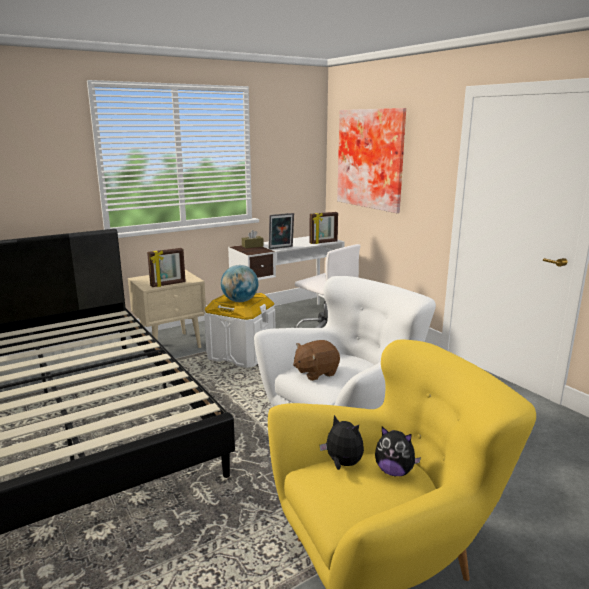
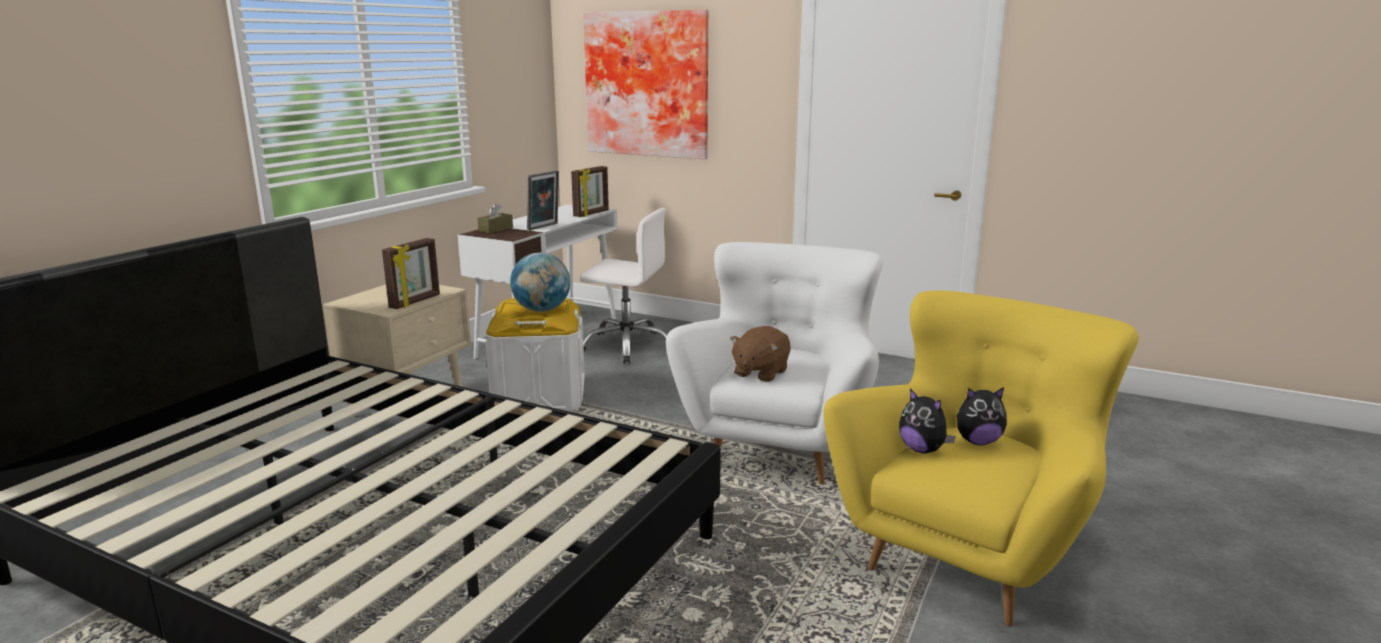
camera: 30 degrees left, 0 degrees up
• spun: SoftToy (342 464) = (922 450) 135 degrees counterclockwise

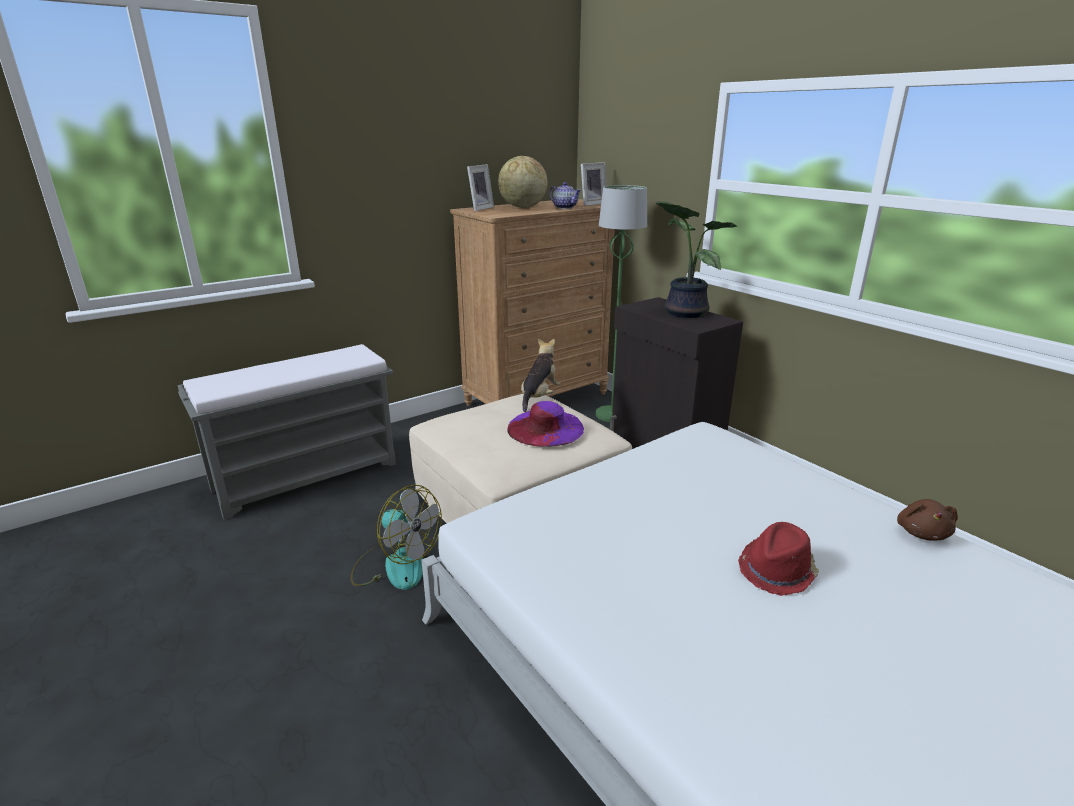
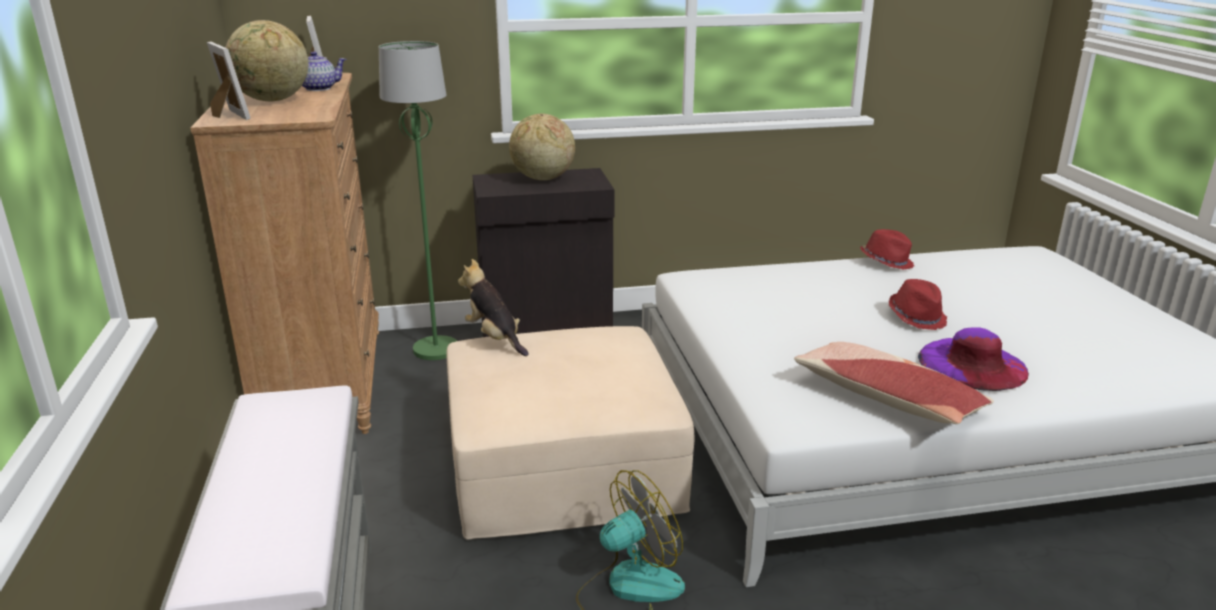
camera: 65 degrees left, 0 degrees up
• exchanged: Houseplant (683 312) to DeskGlobe (542 179)
• appeared: Cushion (886 398)
• exchanged: BrownSoftToy (921 532) to ReddishWearableHat (886 262)
• relocated: PurpleColouredWearableHat (545 428) to (972 364)

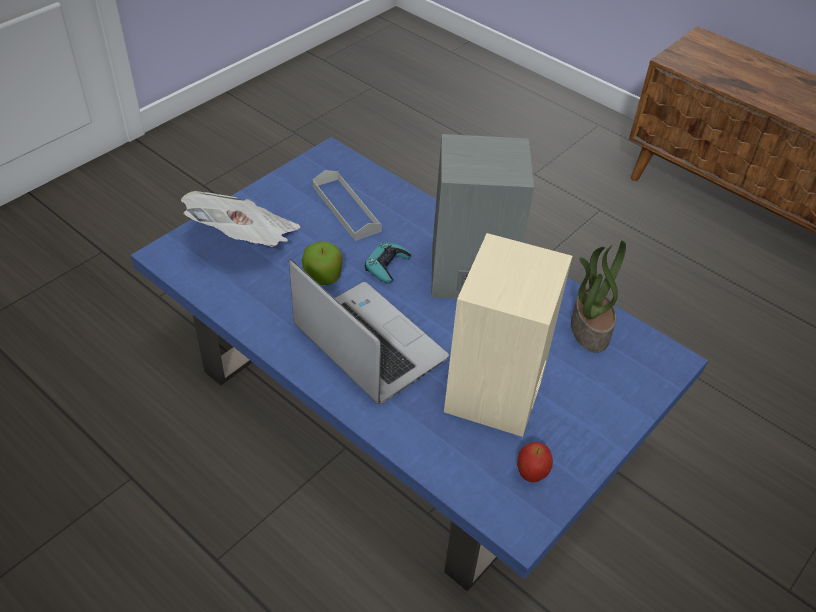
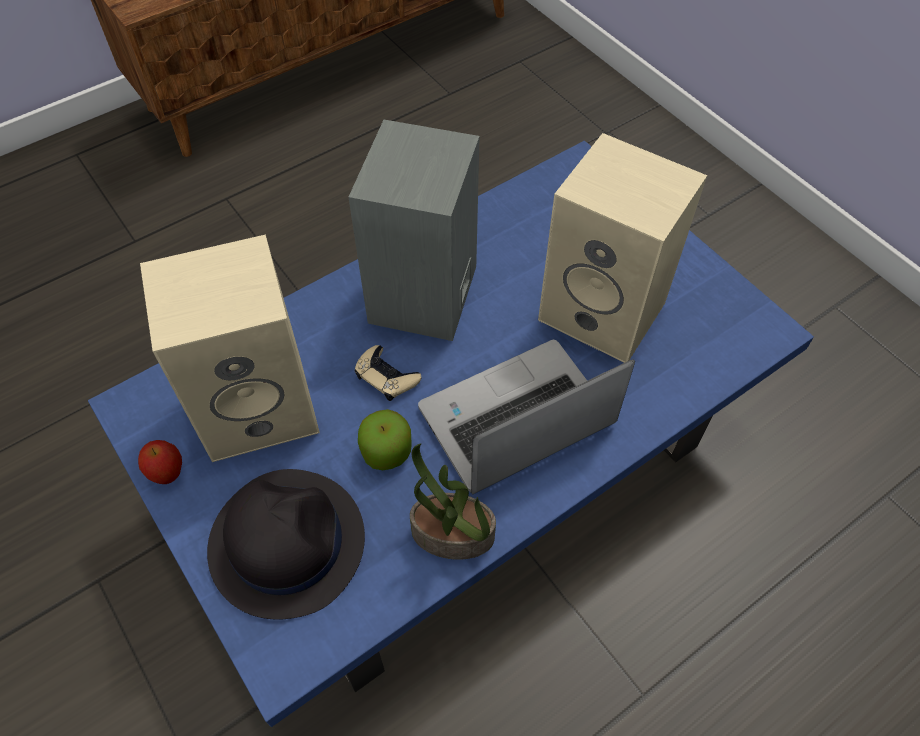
camera: 75 degrees left, 10 degrees up
• relocated: Apple (531 475) to (168 474)
• exchanged: GreyishTray (346 208) to SandColouredLoudspeaker (260 404)
• exchanged: PrintedPaper (246 240) to BlackishWearableHat (286 542)
• colour: TurquoiseGameController (386 266) to SandColouredGameController (386 377)
• relocated: Houseplant (589 329) to (451 535)

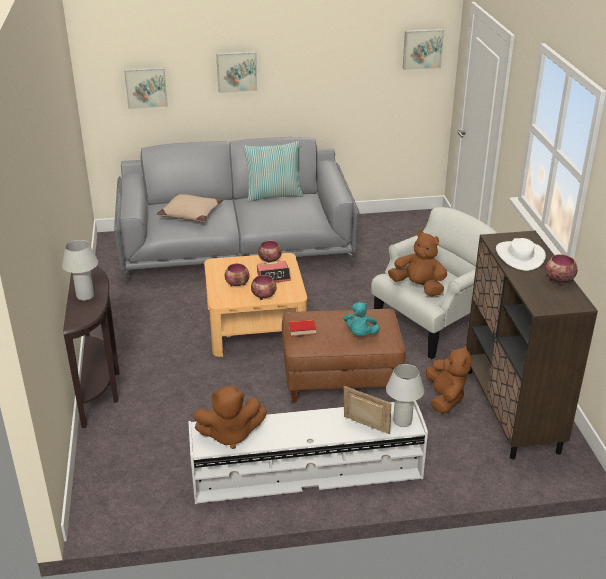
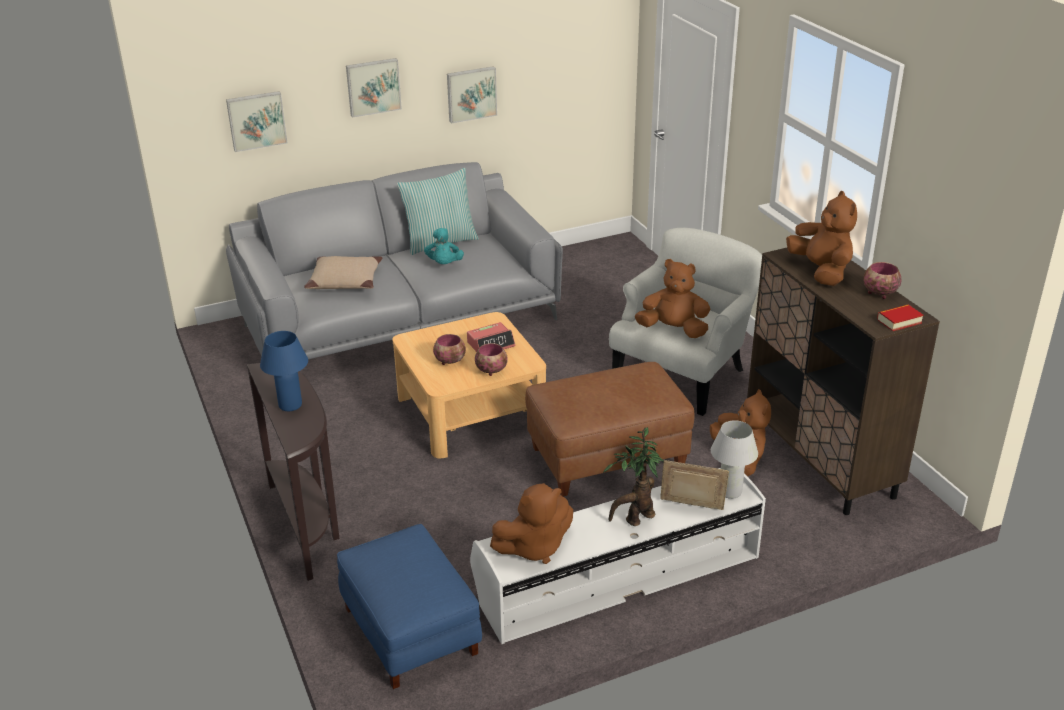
camera: 15 degrees left, 0 degrees up
• colour: WhiteColouredTabletopLamp (85 296) to BlueColouredTabletopLamp (290 405)
• appeared: BlueColouredPouffe (411 630)
• relocated: TurquoiseSoftToy (360 334) to (444 264)
• relocated: Picture (422 48) to (471 93)
• appeared: Houseplant (635 518)
• exchanged: WhiteColouredWearableHat (519 256) to BrownSoftToy (821 271)
• relocated: Volume (302 330) to (899 321)
• missing: DeepDish (270 260)

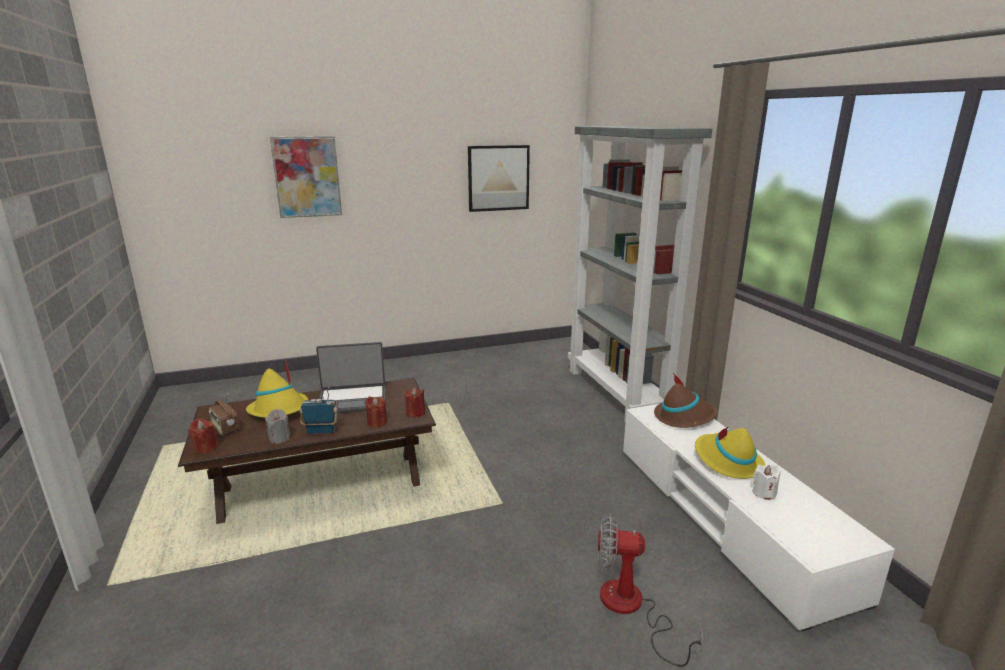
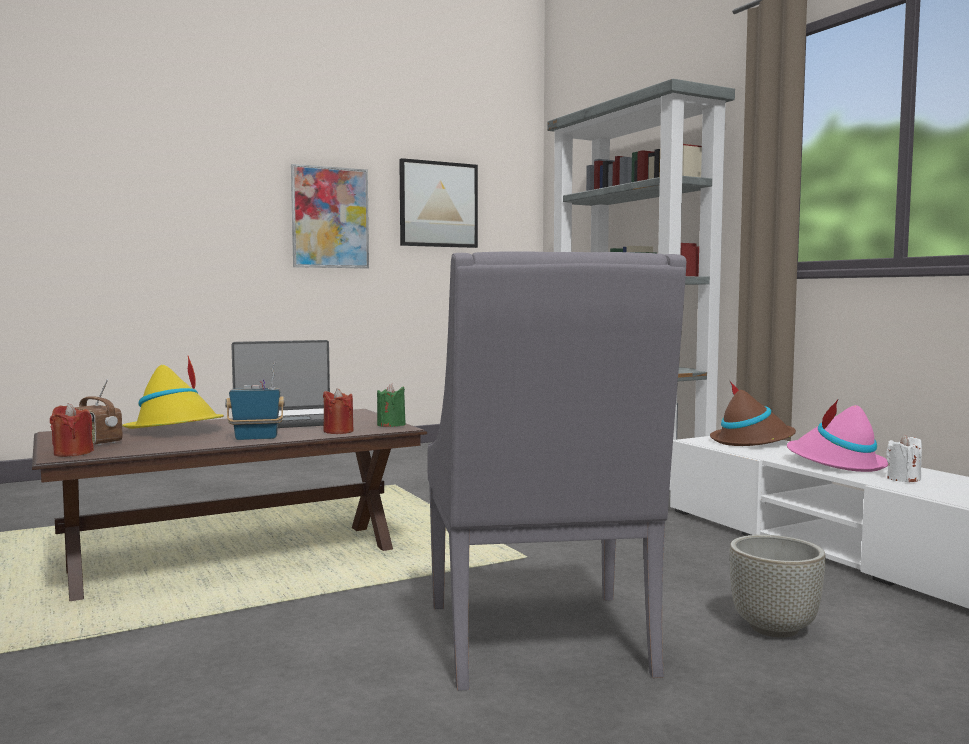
camera: 10 degrees left, 15 degrees down
• relocated: Picture (307 177) to (330 217)
• colour: ReddishWaxCandle (415 413) to GreenWaxCandle (391 425)
• appeared: GreyishArmchair (542 642)
• exchanged: ElectricFan (631 609) to GreyishFlowerPot (775 628)
• colour: YellowWearableHat (727 461) to PinkColouredWearableHat (835 463)
• missing: GreyishWaxCandle (279 438)

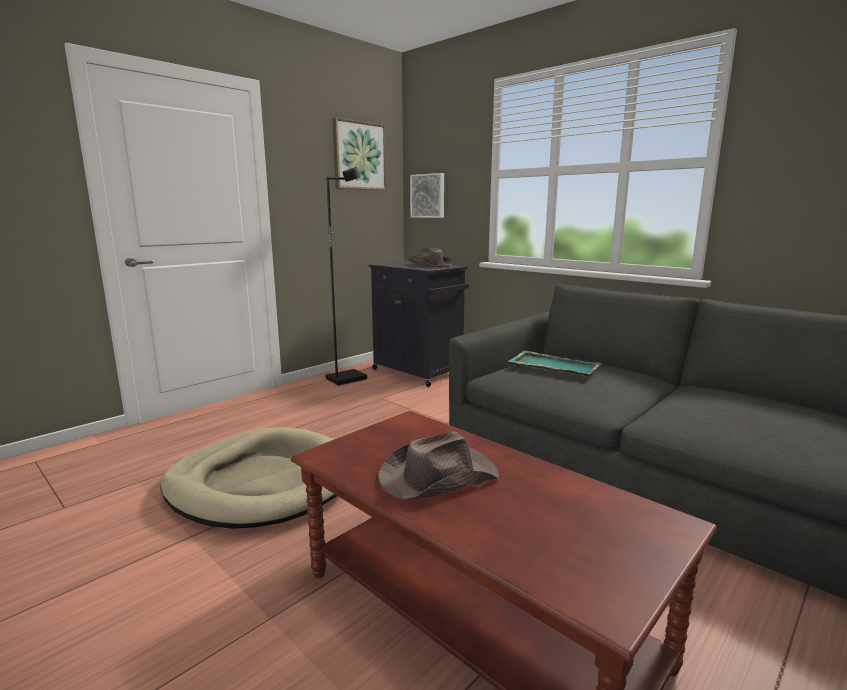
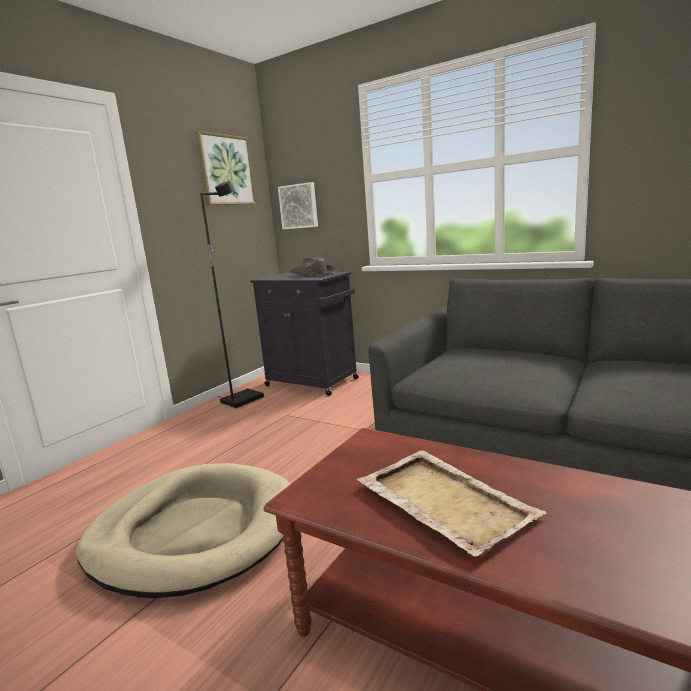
camera: 10 degrees left, 0 degrees up
• exchanged: BrownWearableHat (437 476) to SandColouredTray (443 501)
• missing: TurquoiseTray (553 366)

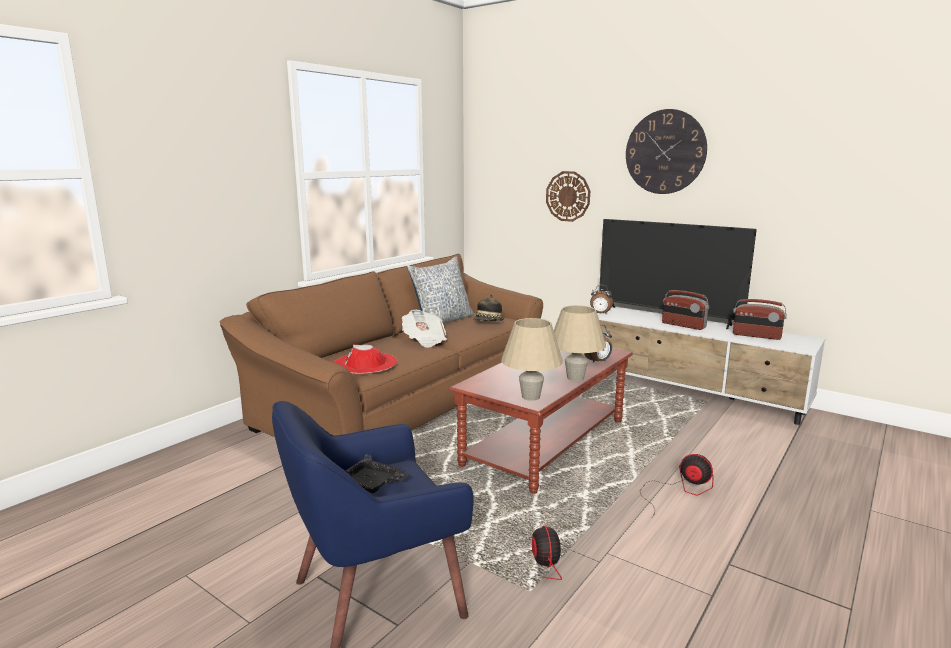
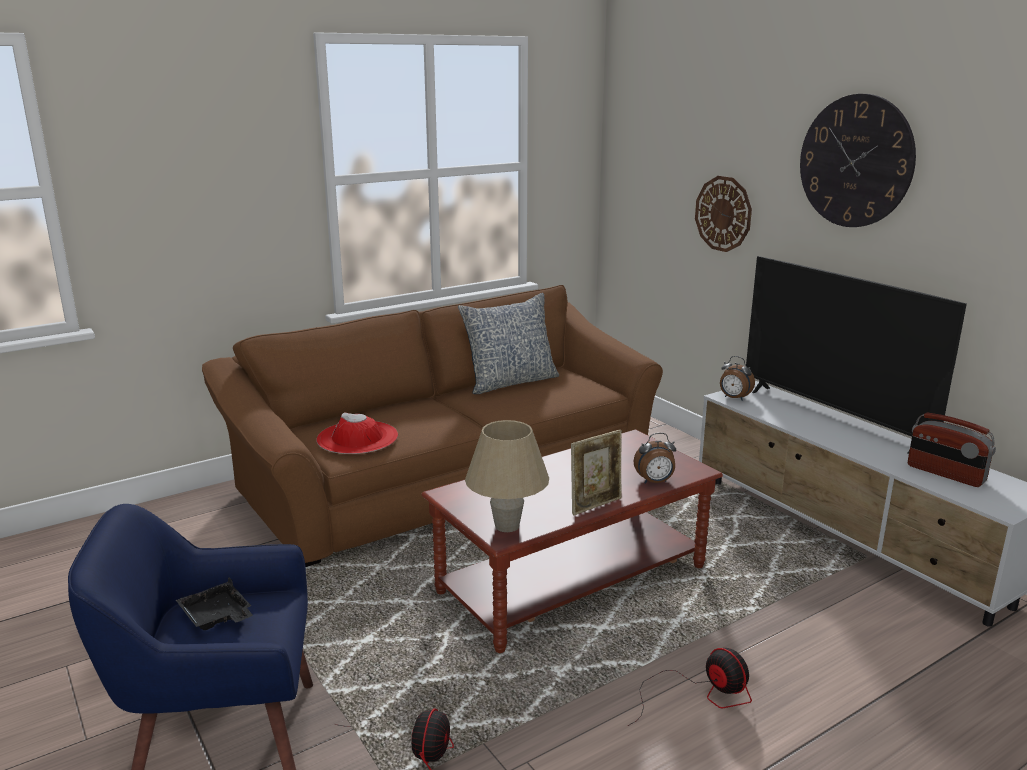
camera: 20 degrees right, 5 degrees up
• exchanged: SandColouredTabletopLamp (575 378) to StandingFrame (595 505)
• missing: PrintedPaper (424 340)
• missing: WearableHat (488 322)
• missing: Radio (683 325)

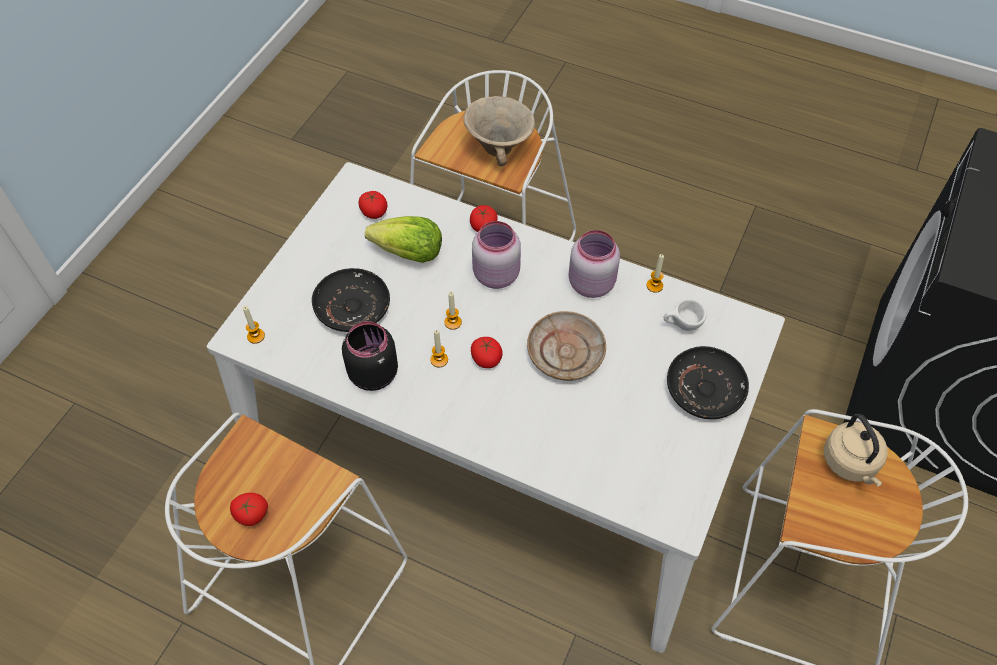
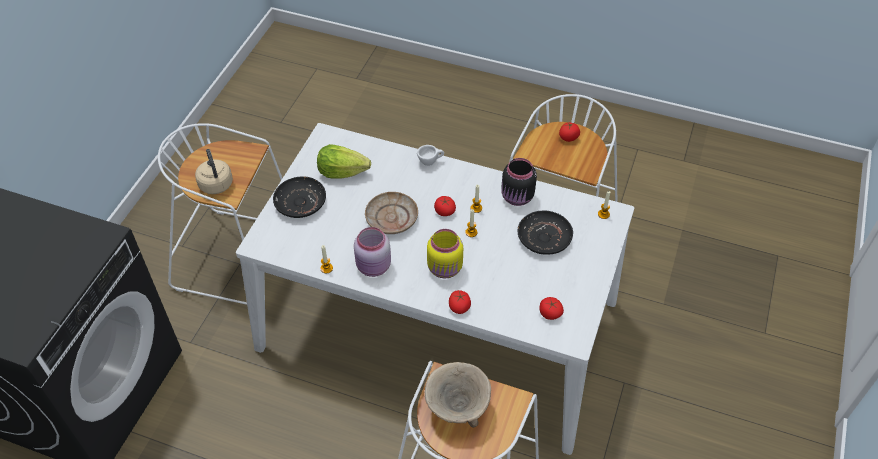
camera: 175 degrees right, 5 degrees down
• relocated: HeadOfLettuce (409 253) to (342 172)
• relocated: WhiteColouredSmallCup (681 326) to (430 162)
• colour: PinkColouredPreserveJar (495 274) to YellowPreserveJar (445 269)

